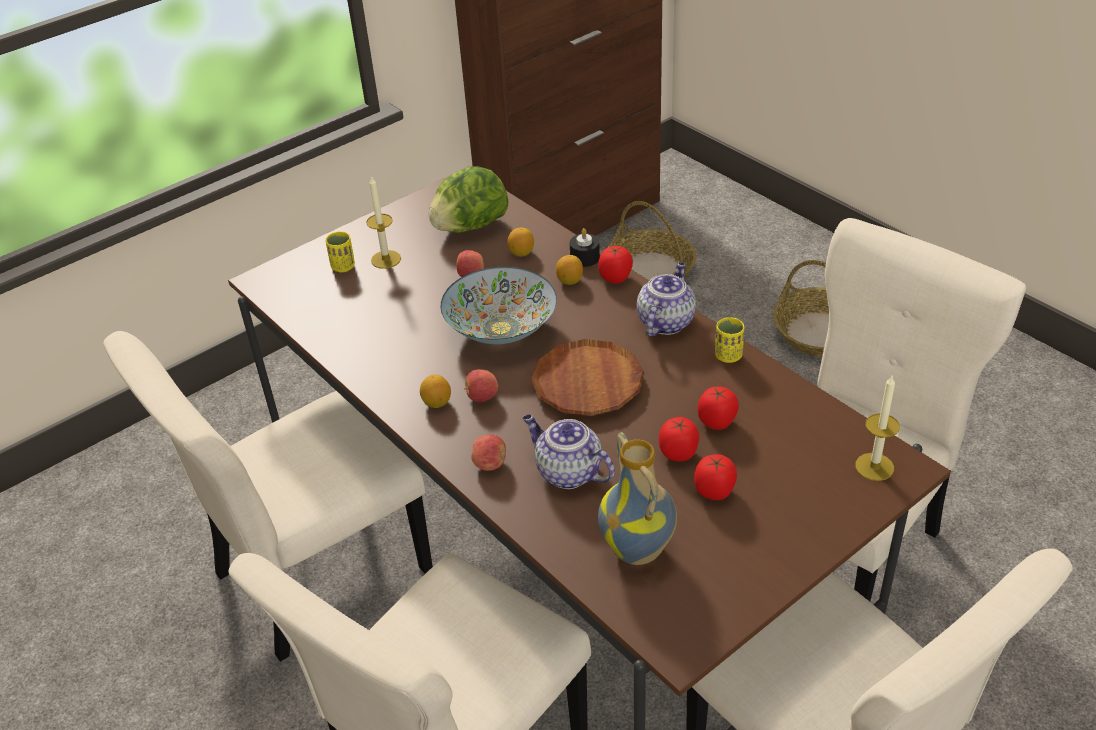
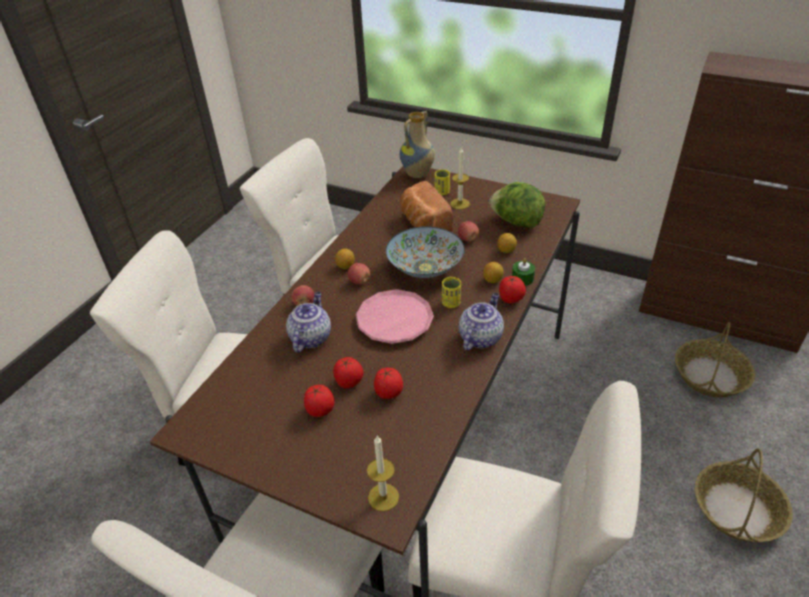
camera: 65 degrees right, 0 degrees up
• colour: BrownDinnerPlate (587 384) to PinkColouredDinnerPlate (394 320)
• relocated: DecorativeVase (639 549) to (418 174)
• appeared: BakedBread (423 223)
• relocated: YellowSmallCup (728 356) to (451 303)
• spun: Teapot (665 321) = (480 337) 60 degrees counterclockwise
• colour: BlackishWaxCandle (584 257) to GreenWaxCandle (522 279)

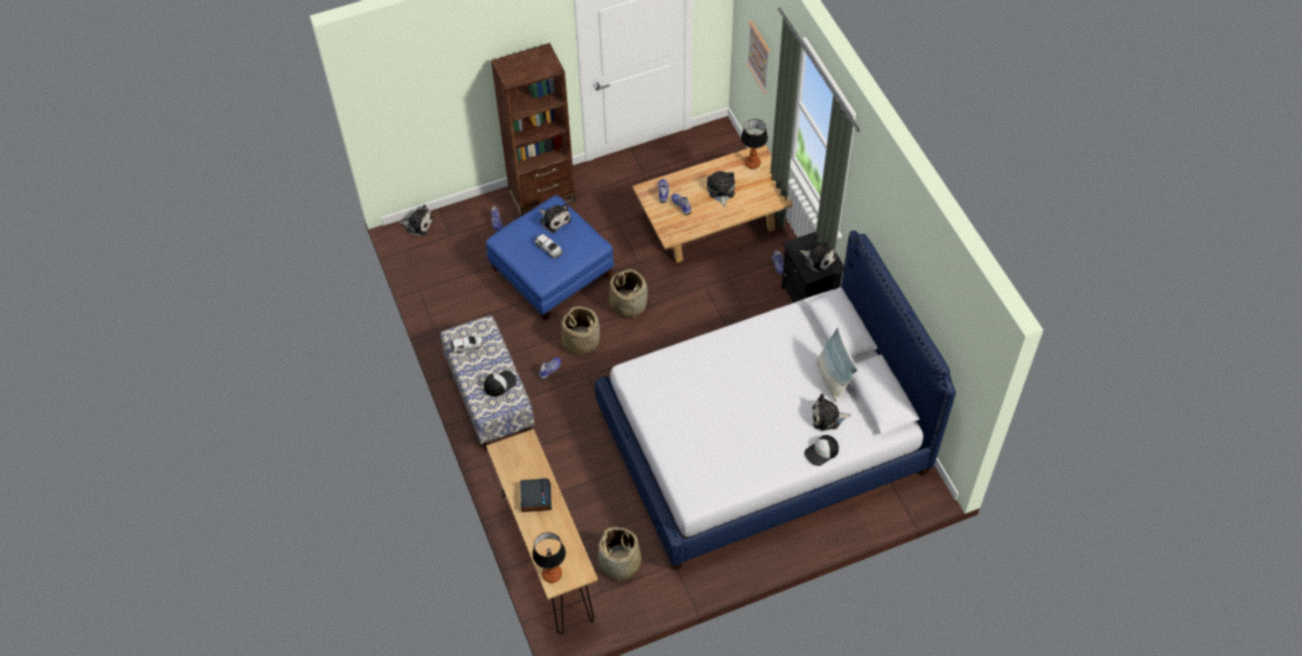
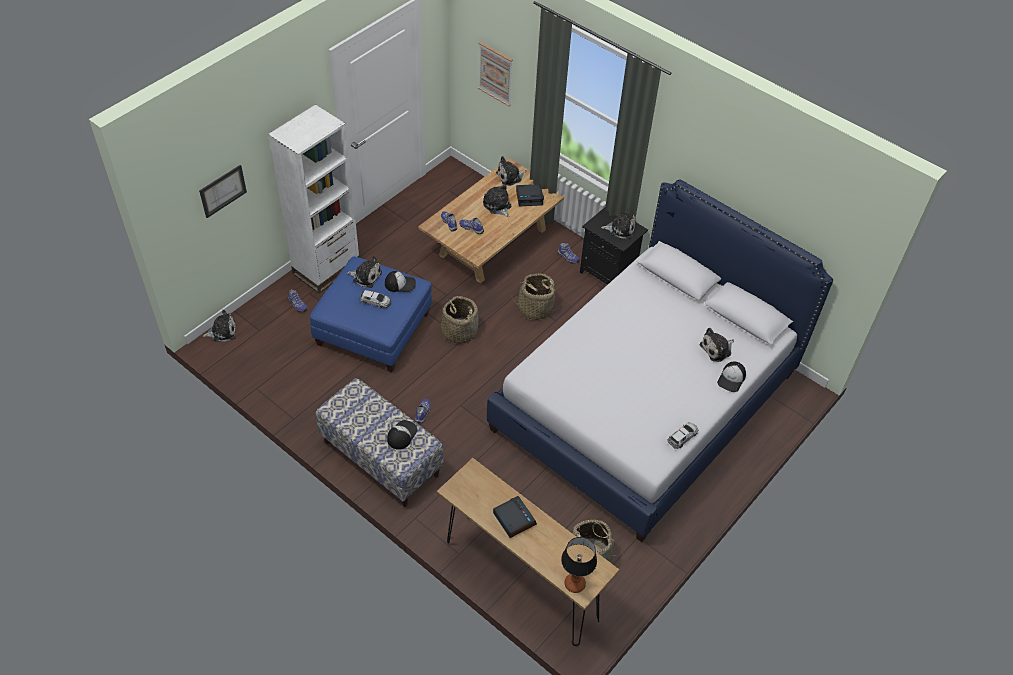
camera: 30 degrees left, 5 degrees down
• appeared: Picture (223 191)
• colour: BrownBookcase (542 195) to WhiteColouredBookcase (326 268)
• appeared: BaseballCap (400 284)
• exchanged: TabletopLamp (753 163) to SoftToy (510 176)
• relocated: StorageBasket (580 341) to (535 308)
• appeared: BedsideClock (529 197)
• relocated: MiniatureCar (467 346) to (682 437)
• missing: Cushion (832 378)

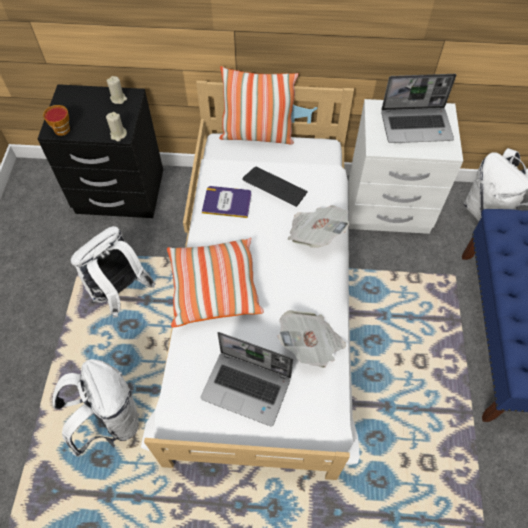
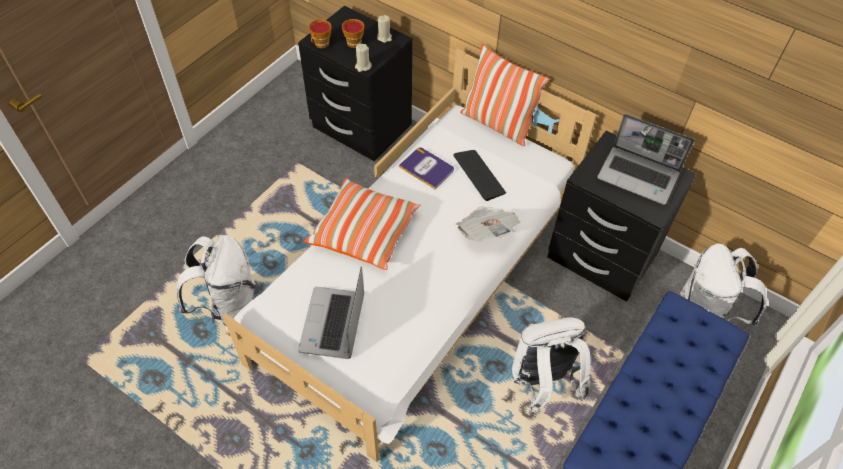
camera: 30 degrees right, 5 degrees down
• spun: NotebookComputer (247 388) = (333 324) 45 degrees clockwise
• appeared: SmallCup (355 42)
• relocated: WhiteColouredBackpack (120 292) to (542 383)
• colour: WhiteColouredNightstand (387 207) to BlackishNightstand (601 257)
• missing: PrintedPaper (311 345)

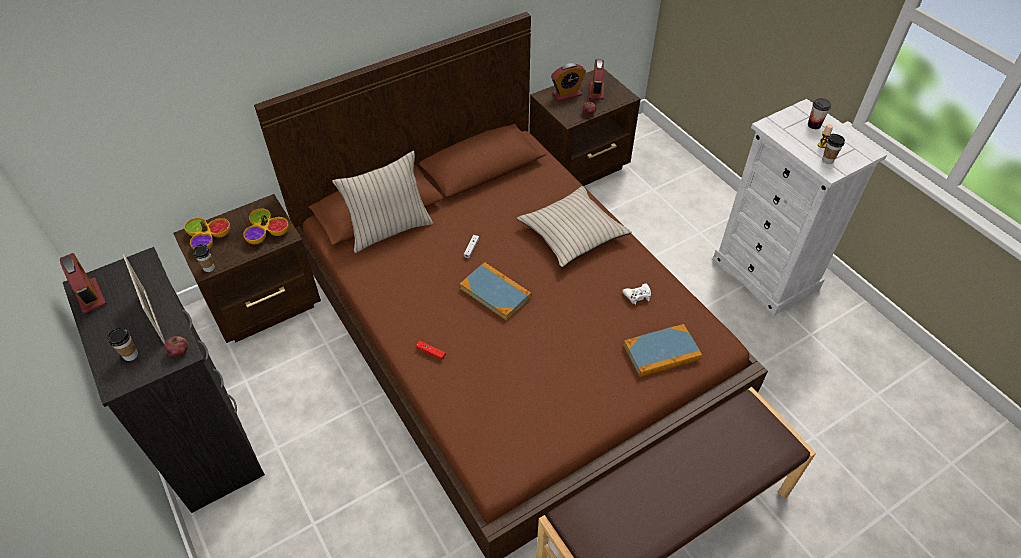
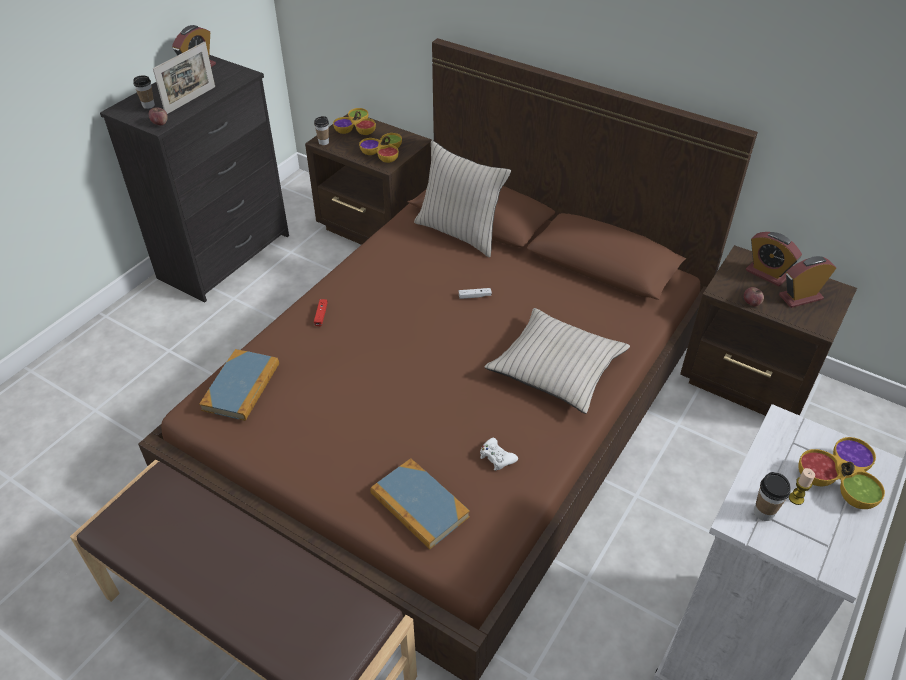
camera: 65 degrees right, 5 degrees down
• relocated: Volume (495 293) to (241 387)
• exchanged: SmallCup (814 125) to DeepDish (839 480)

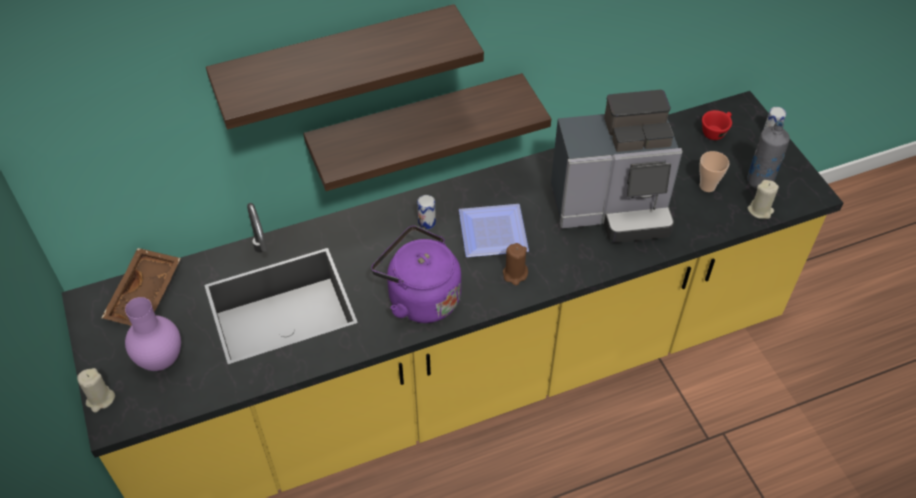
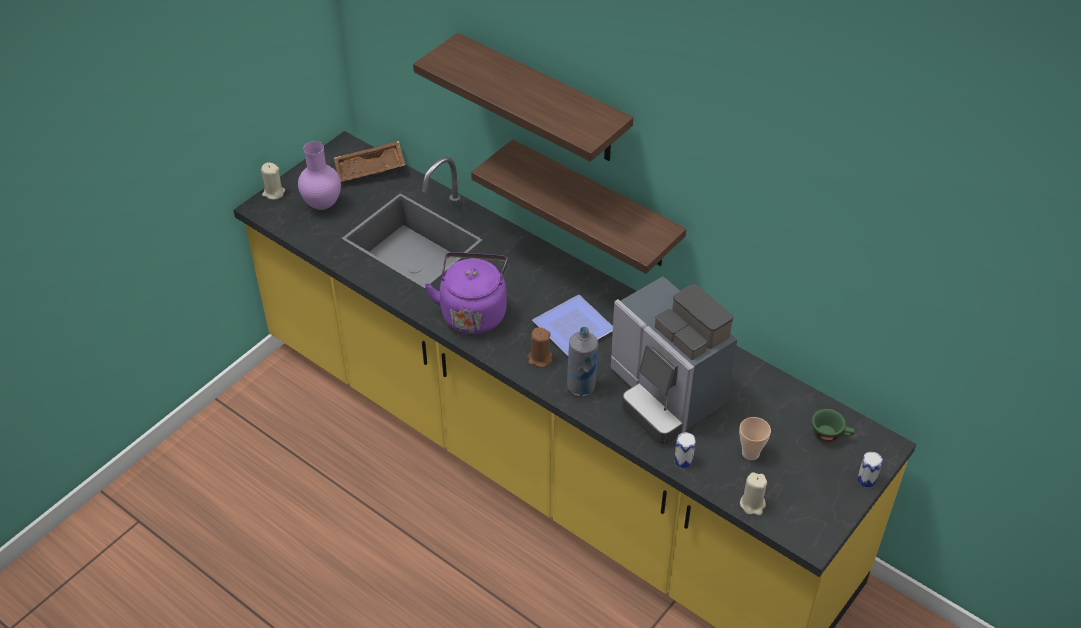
camera: 60 degrees right, 5 degrees down
• relocated: GreyishDrinkBottle (759 181) to (581 386)
• relocated: MetalCan (426 222) to (683 460)
• colour: ReddishSmallCup (715 131) to GreenSmallCup (830 435)

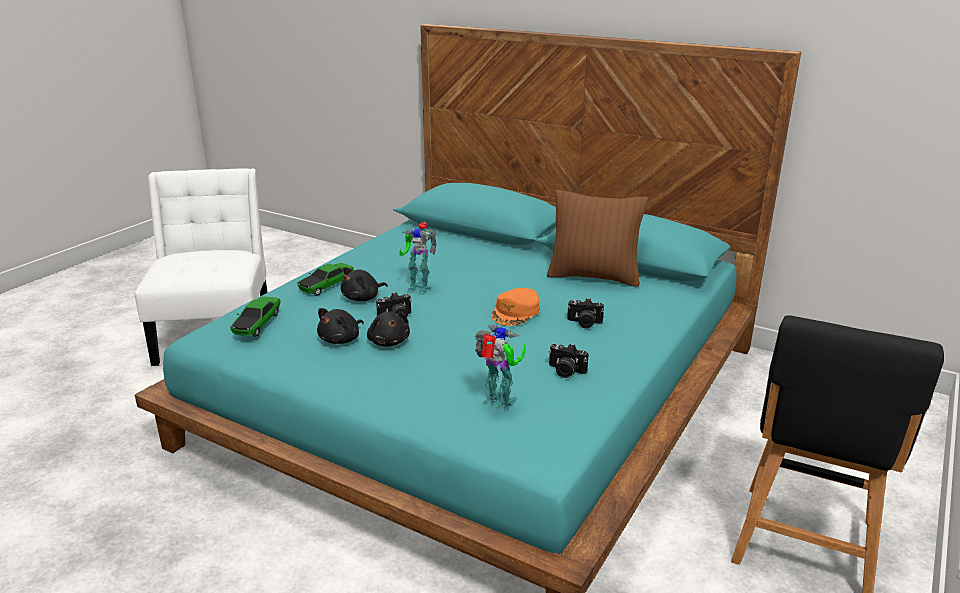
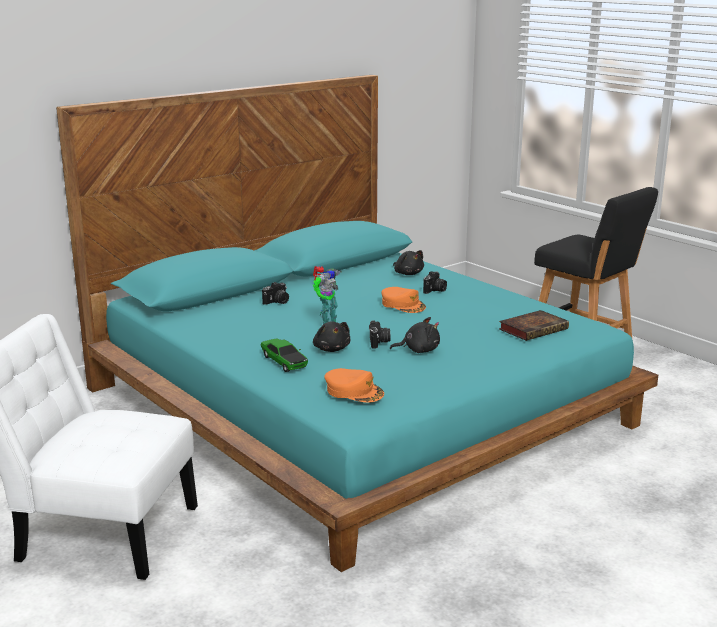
camera: 70 degrees left, 5 degrees down
• relocated: StillCamera (565 371) to (277 302)
• exchanged: MiniatureCar (257 324) to OrangeBaseballCap (354 391)
• relocated: BlackishSoftToy (341 339) to (408 273)
• exchanged: RobotFigure (499 404) to Volume (534 329)
• missing: BrownCushion (594 277)

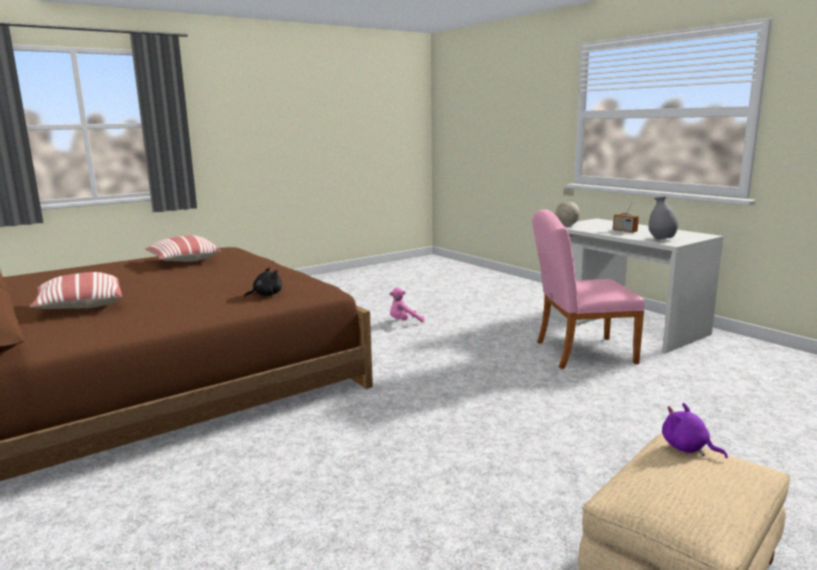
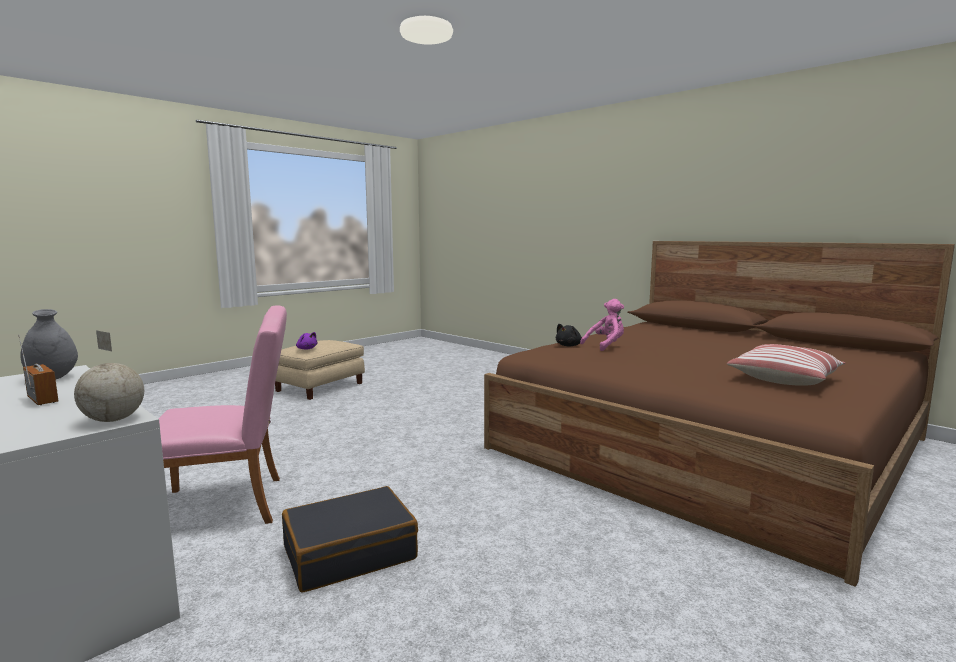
camera: 170 degrees right, 5 degrees down
• appeared: BlackishTravelCase (349 552)
• relocated: PinkColouredSoftToy (404 322) to (606 346)
• missing: Cushion (80 306)

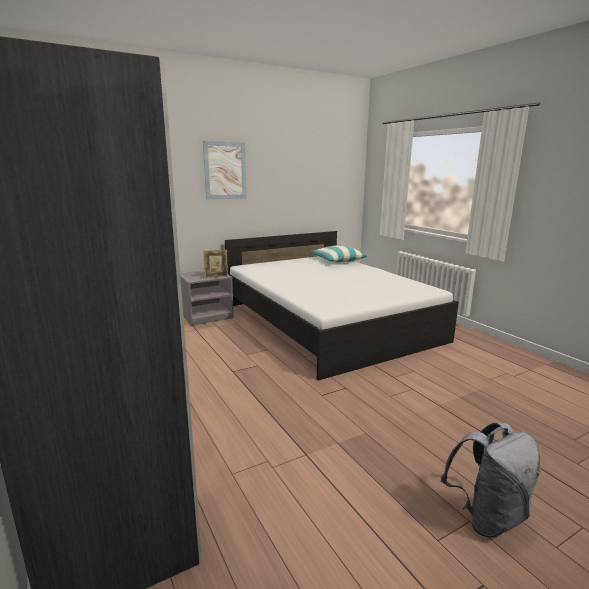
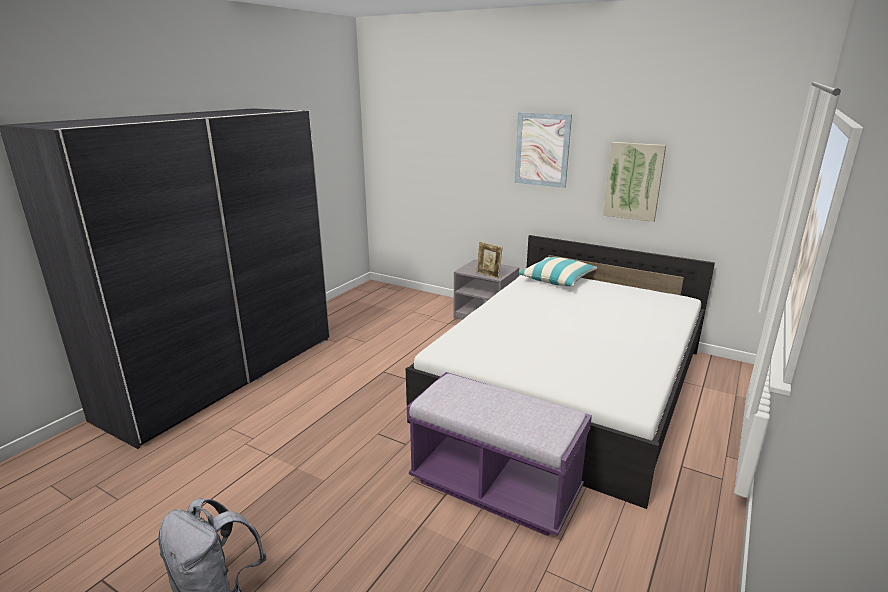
camera: 60 degrees right, 5 degrees up
• appeared: PurpleColouredIndoorBench (494 488)
• relocated: Cushion (338 260) to (557 279)
• appeared: Picture (633 181)

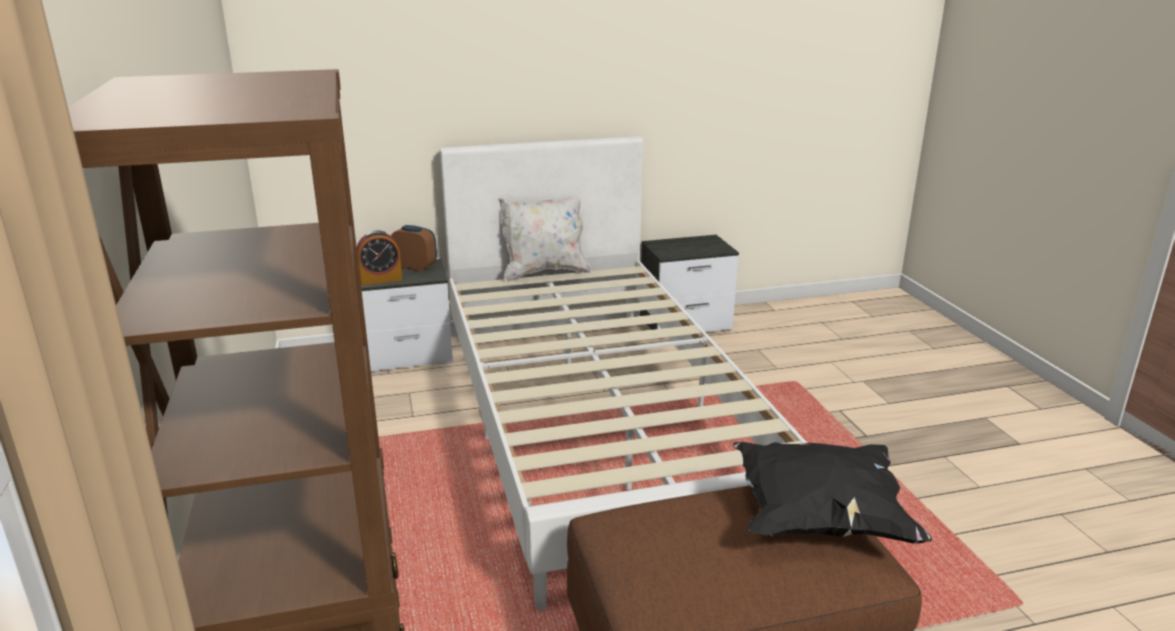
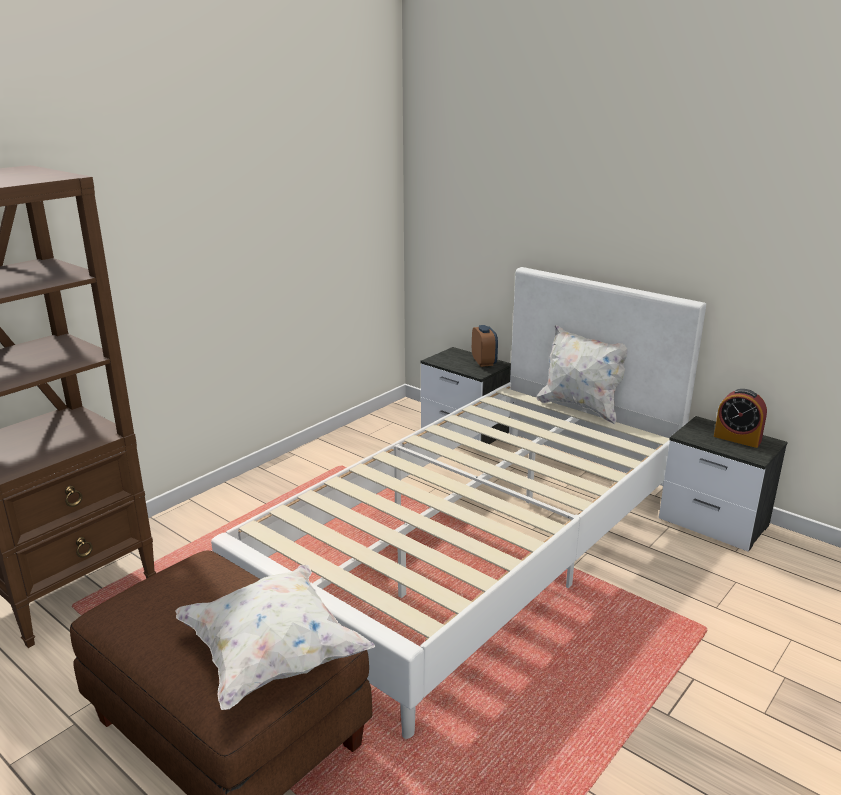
camera: 55 degrees right, 0 degrees up
• colour: BlackishCushion (819 518) to WhiteColouredCushion (272 656)
• relocated: BedsideClock (380 280) to (737 438)

